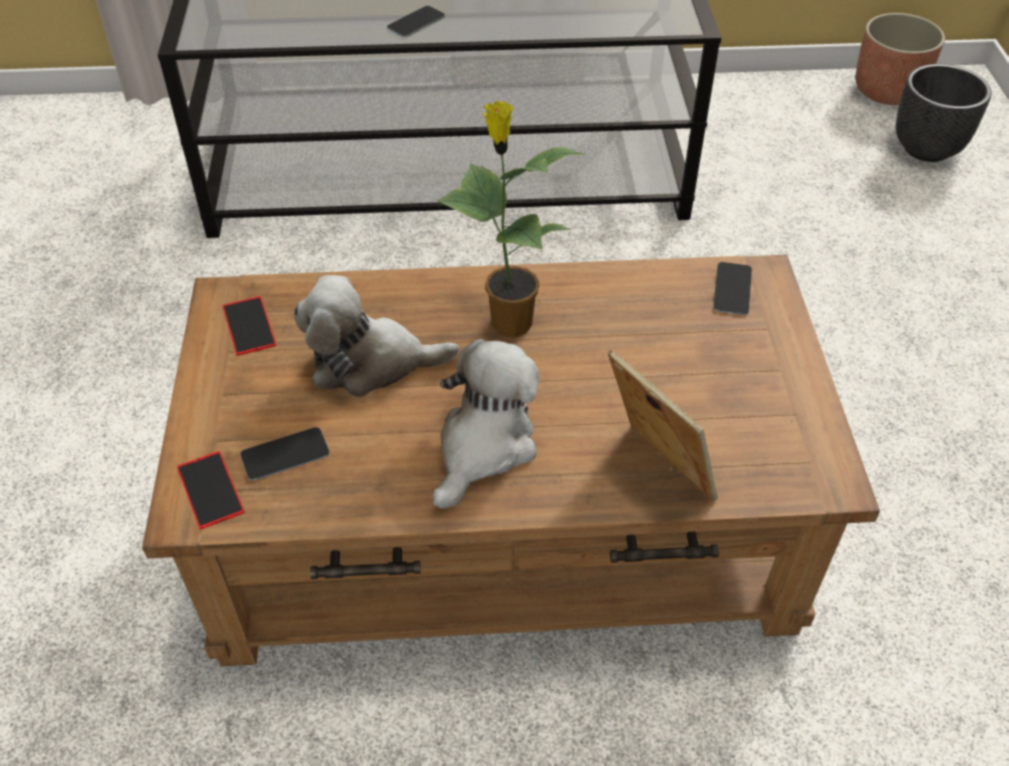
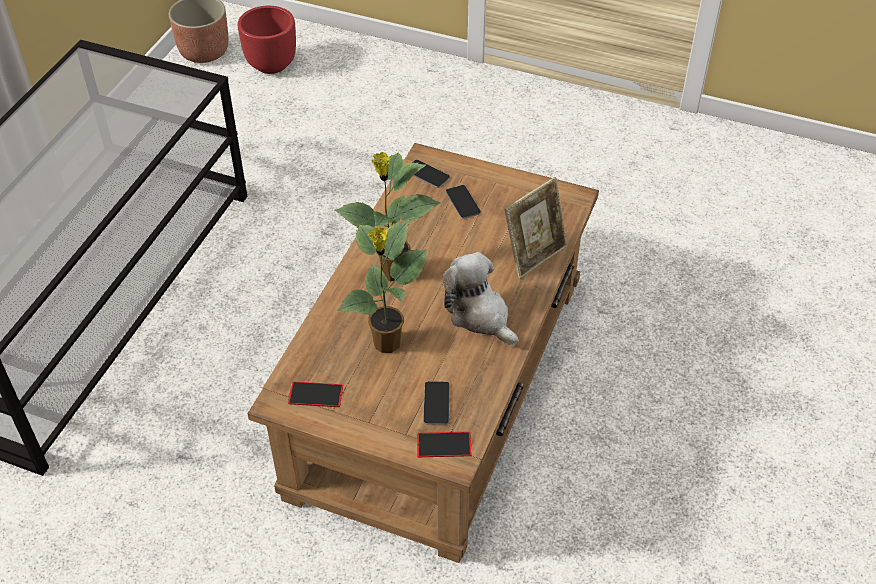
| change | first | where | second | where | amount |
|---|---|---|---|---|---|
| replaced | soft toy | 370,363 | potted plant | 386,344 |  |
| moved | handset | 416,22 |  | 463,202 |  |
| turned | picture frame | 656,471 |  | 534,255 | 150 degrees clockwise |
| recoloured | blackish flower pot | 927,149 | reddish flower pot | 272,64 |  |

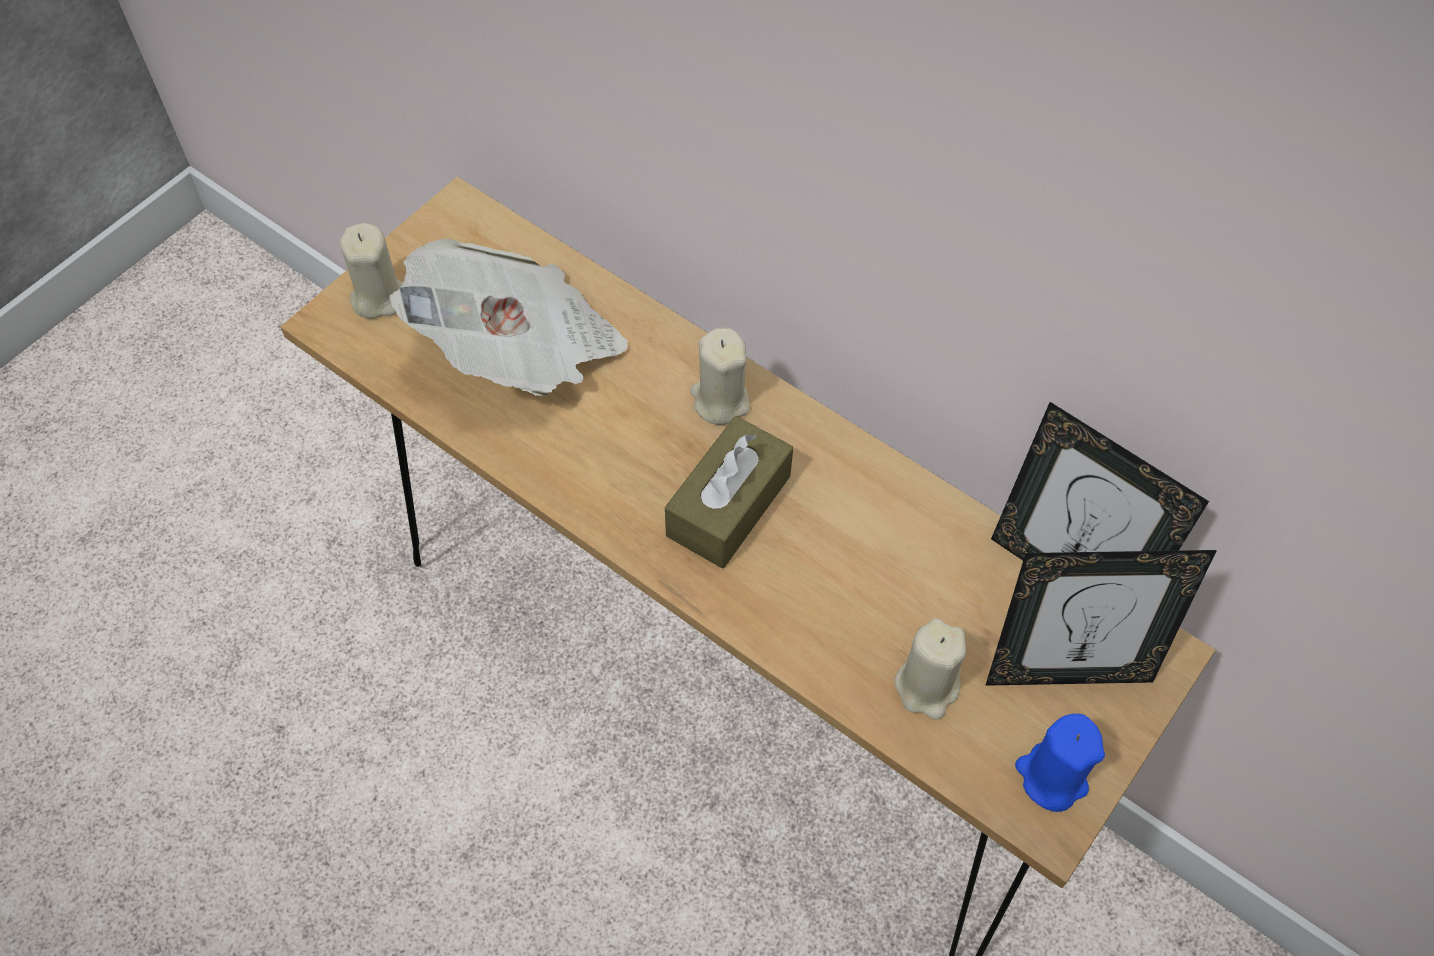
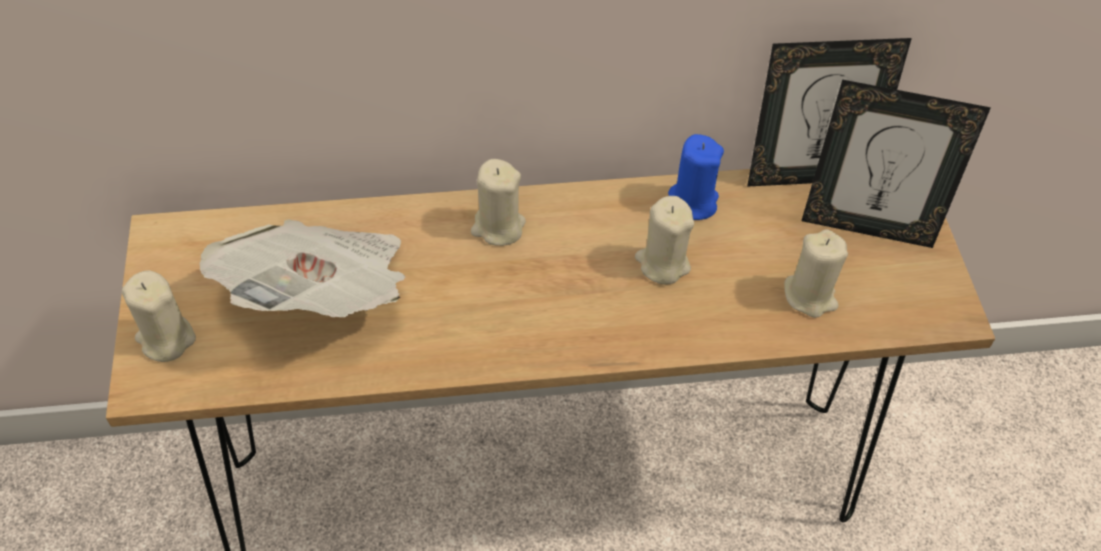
| change | first | where | second | where | amount |
|---|---|---|---|---|---|
| removed | brown tissue box | 728,505 |  |  |  |
| turned | picture frame | 1067,670 |  | 867,226 | 60 degrees clockwise |
| moved | bluish candle | 1051,777 |  | 692,202 |  |
| added |  |  | beige-coloured candle | 662,263 |  |

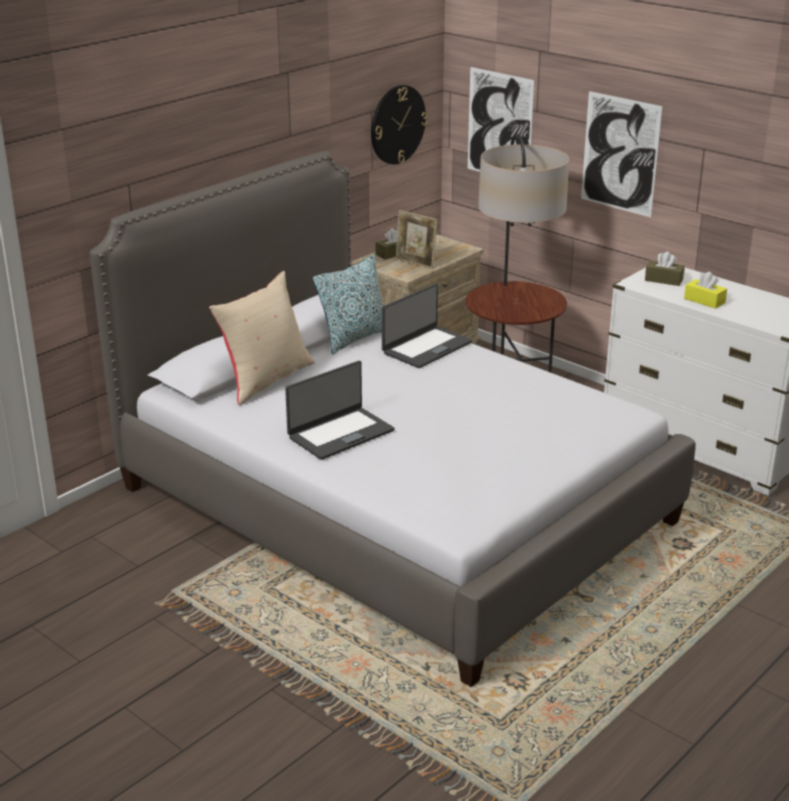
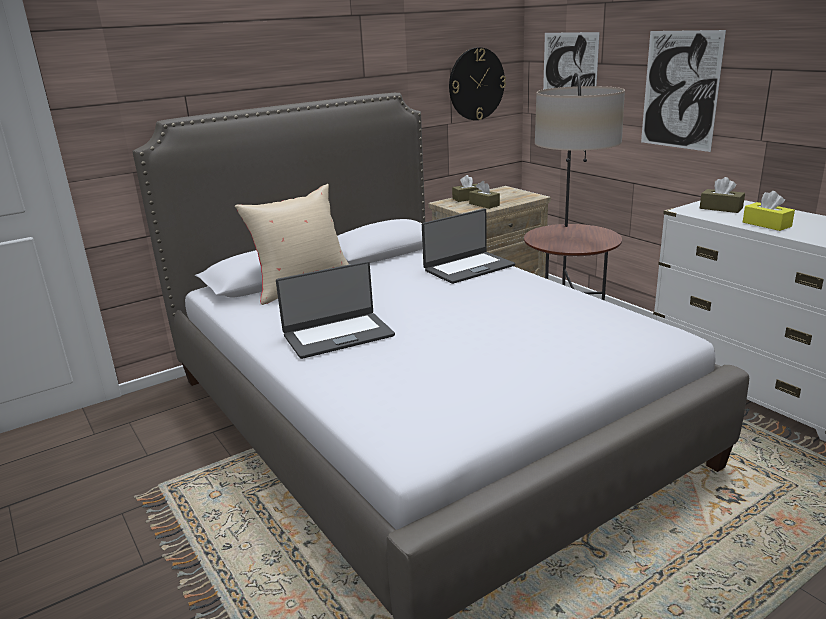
| change | first | where | second | where | amount |
|---|---|---|---|---|---|
| removed | cushion | 355,338 |  |  |  |
| replaced | picture frame | 415,263 | brown tissue box | 484,204 |  |

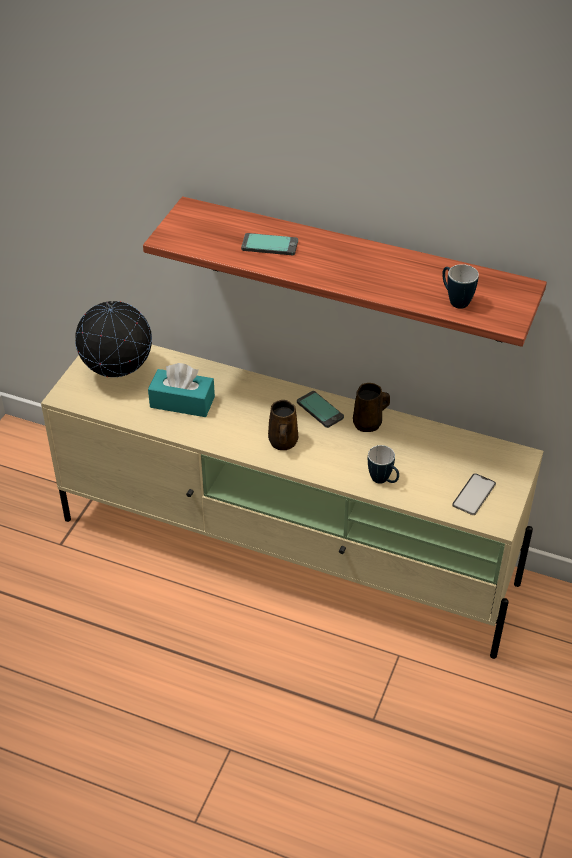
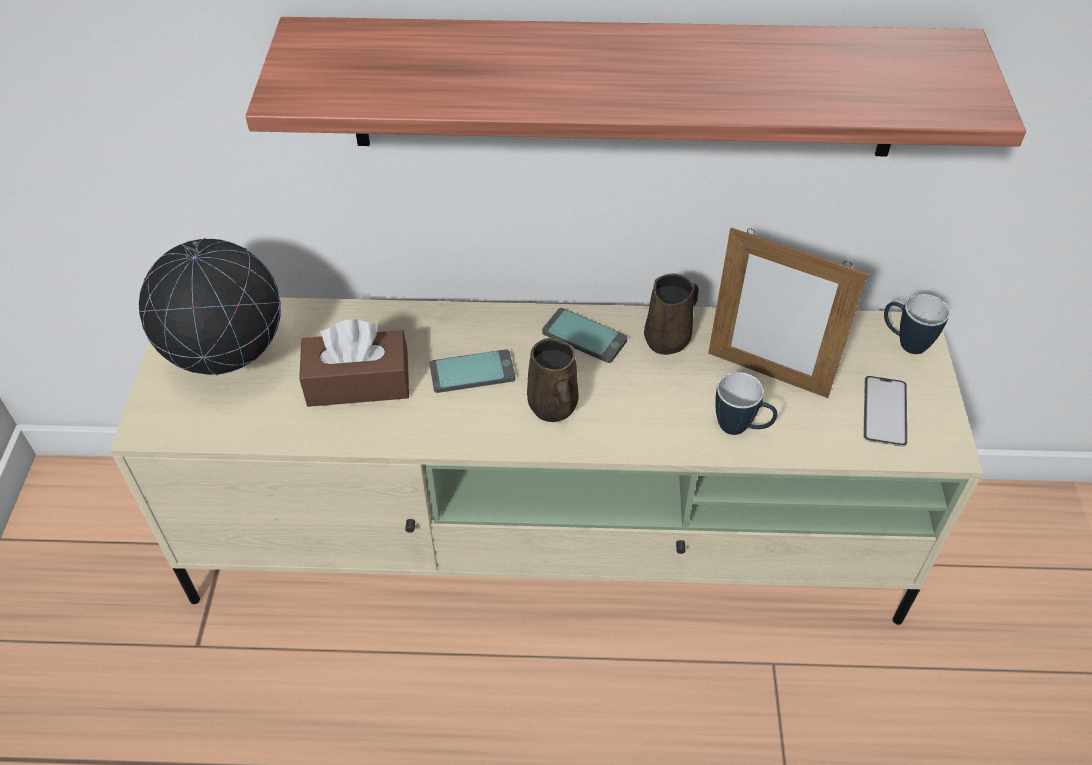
| change | first | where | second | where | amount |
|---|---|---|---|---|---|
| recoloured | turquoise-coloured tissue box | 182,402 | brown tissue box | 358,382 |  |
| moved | handset | 269,245 |  | 472,372 |  |
| moved | coffee mug | 455,300 |  | 904,342 |  |
| added |  |  | picture frame | 767,374 |  |

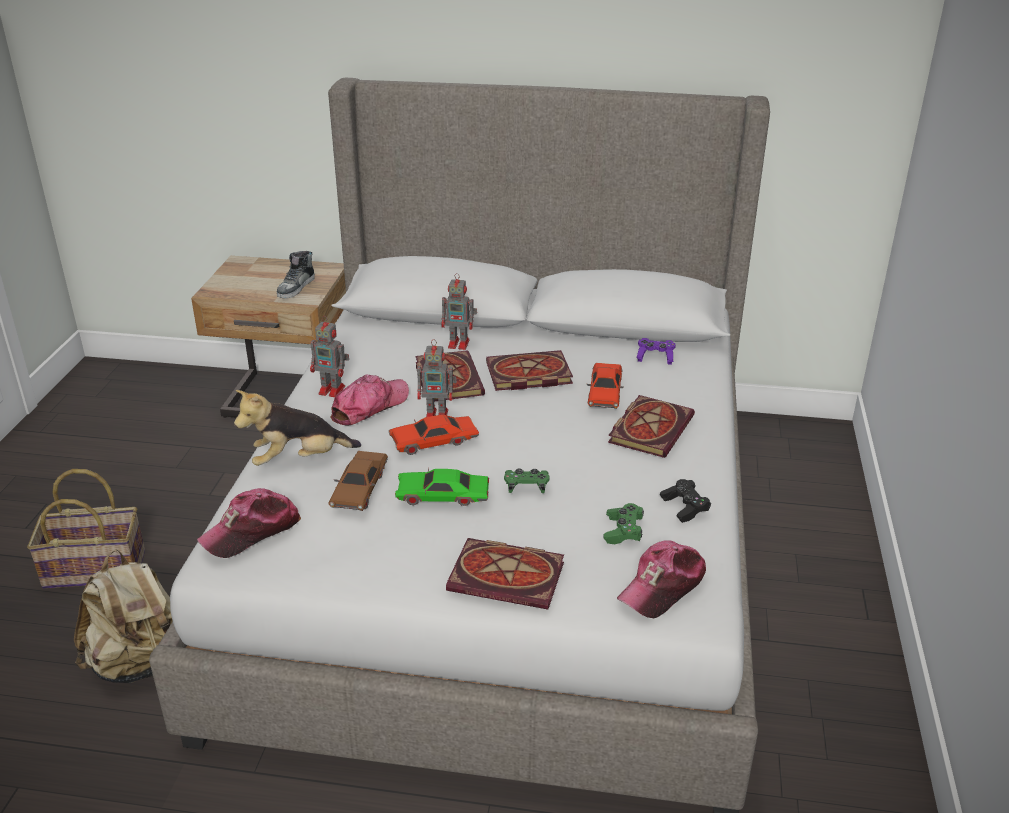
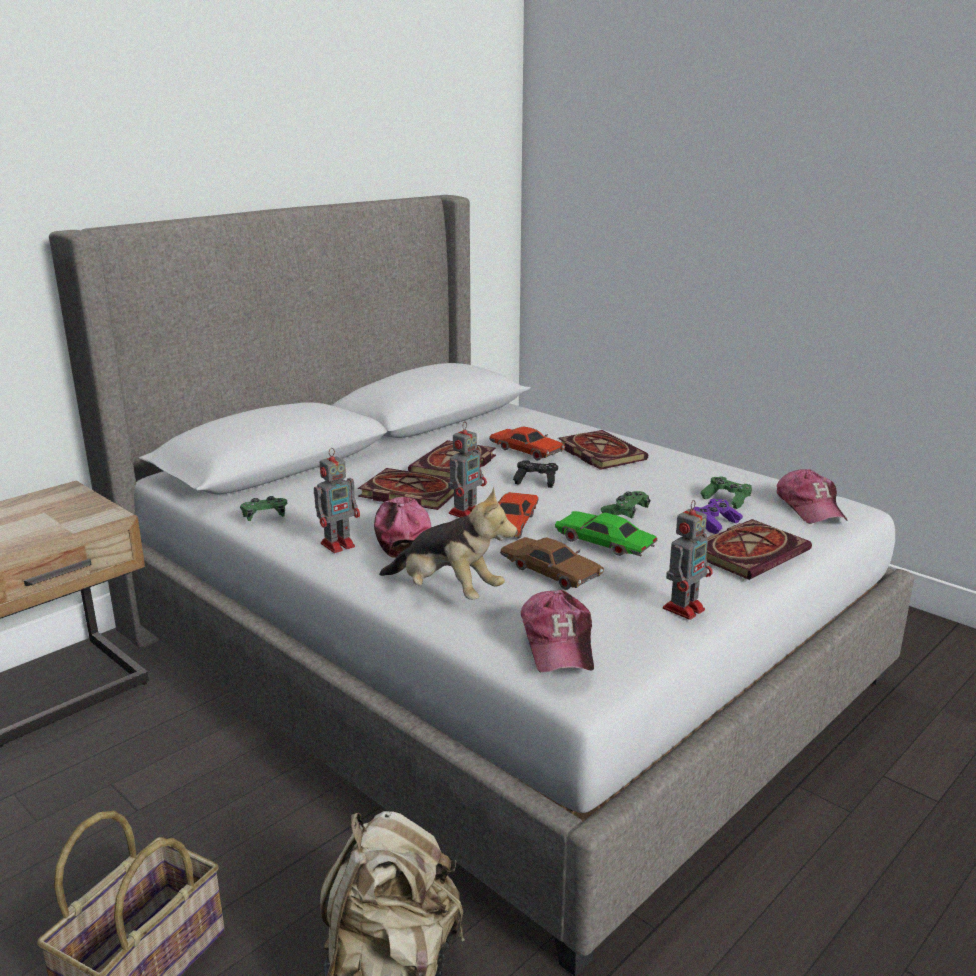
| change | first | where | second | where | amount |
|---|---|---|---|---|---|
| turned | soft toy | 298,459 |  | 447,592 | 75 degrees counterclockwise |
| removed | shoe | 296,287 |  |  |  |
| turned | greenish miniature car | 443,496 |  | 605,543 | 90 degrees clockwise |
| moved | robot figure | 460,344 |  | 684,608 |  |
| moved | purple game controller | 655,357 |  | 715,524 |  |
| moved | blackish game controller | 684,507 |  | 536,481 |  |
| added |  |  | greenish game controller | 264,517 |  |

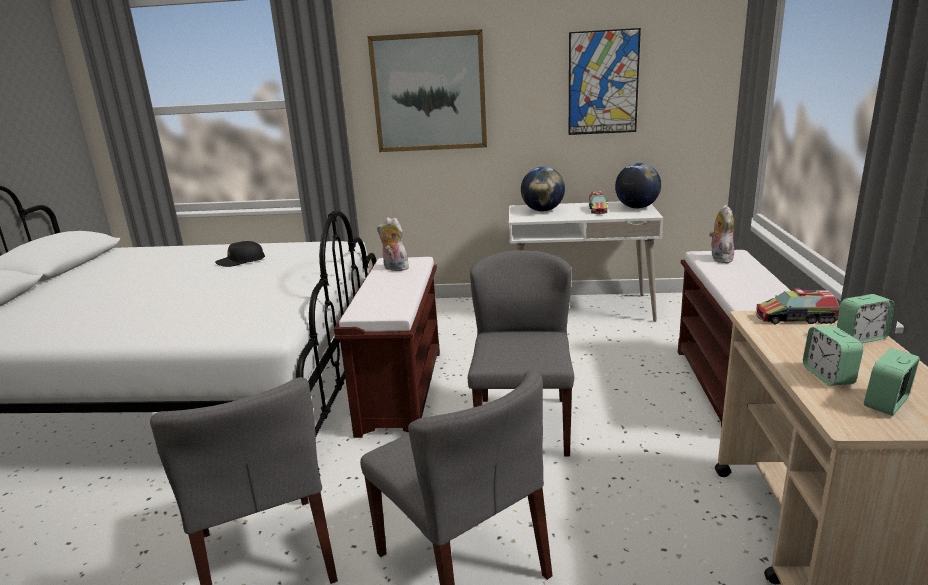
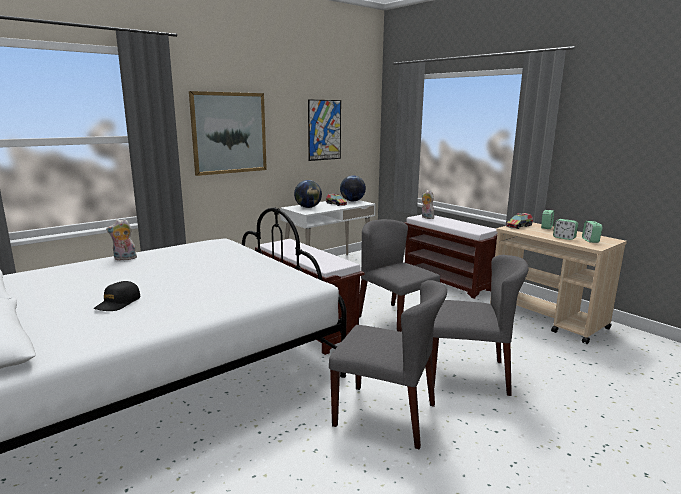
| change | first | where | second | where | amount |
|---|---|---|---|---|---|
| moved | blackish peaked cap | 241,261 |  | 118,303 |  |
| moved | soft toy | 394,268 |  | 124,259 |  |

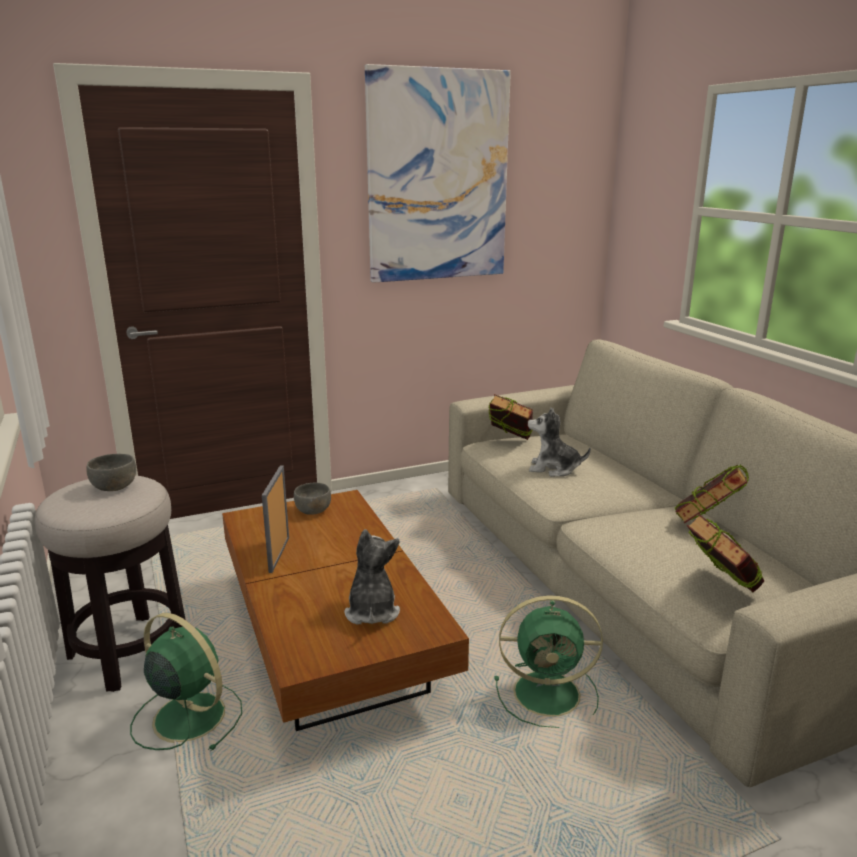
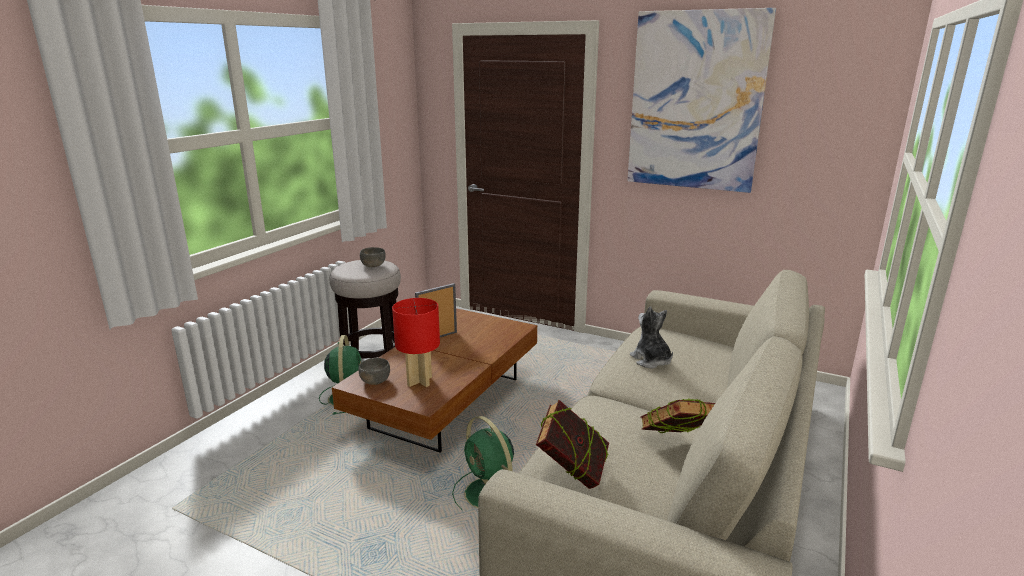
| change | first | where | second | where | amount |
|---|---|---|---|---|---|
| moved | gray bowl | 313,510 |  | 375,381 |  |
| replaced | soft toy | 371,611 | reddish lamp for a table | 419,381 |  |
| removed | book | 510,443 |  |  |  |

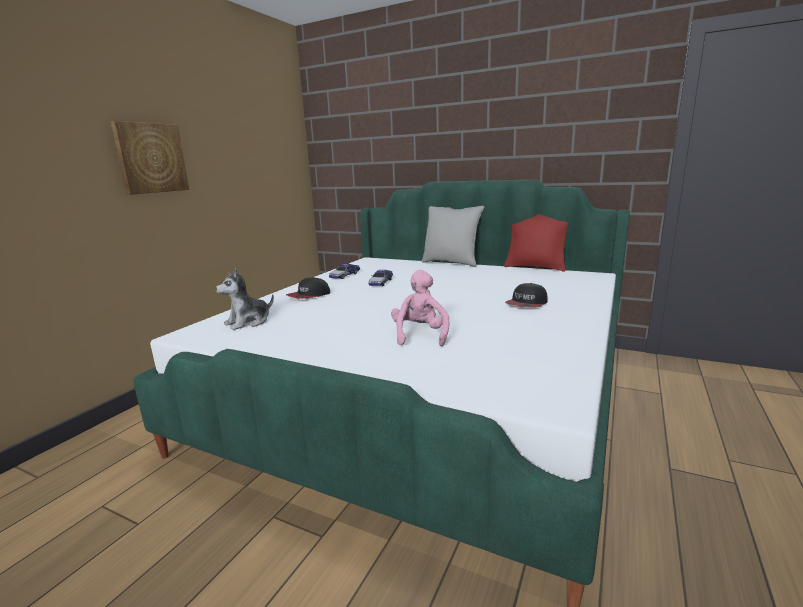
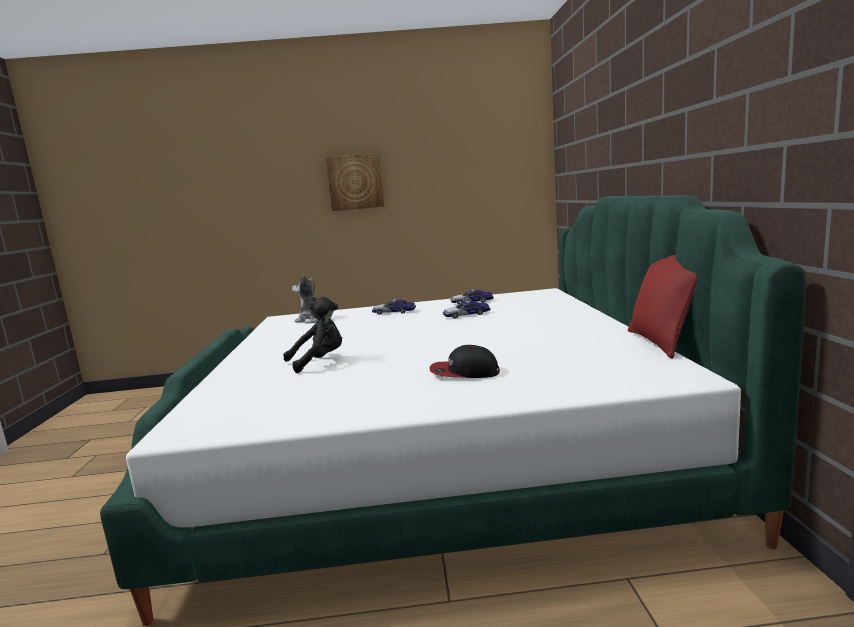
| change | first | where | second | where | amount |
|---|---|---|---|---|---|
| replaced | peaked cap | 309,296 | miniature car | 394,312 |  |
| recoloured | pink soft toy | 420,335 | blackish soft toy | 319,361 |  |
| removed | gray cushion | 451,263 |  |  |  |

